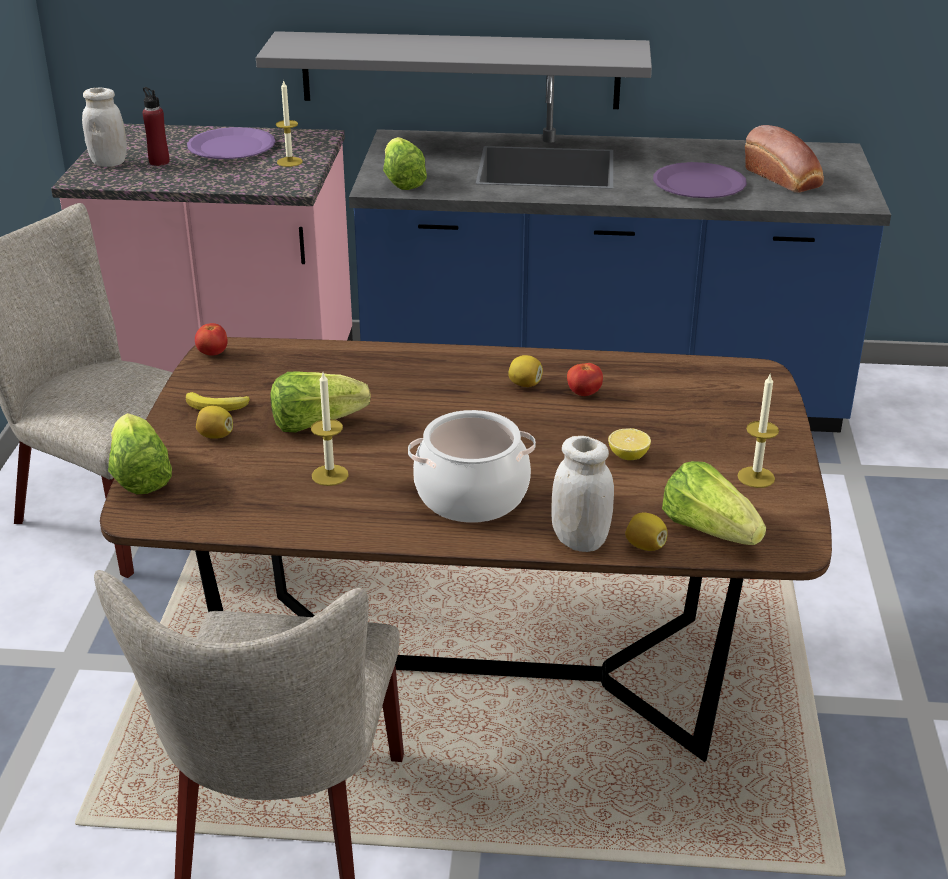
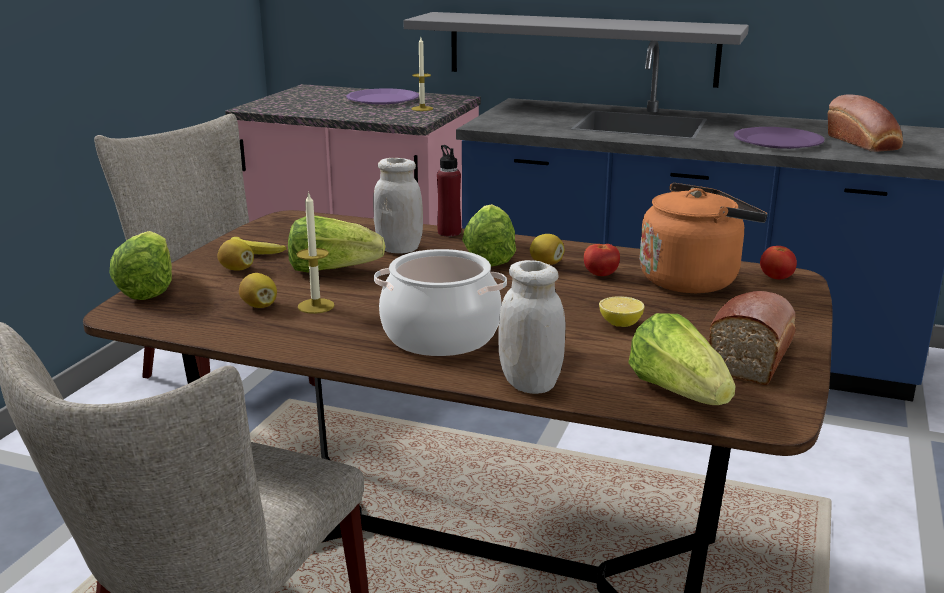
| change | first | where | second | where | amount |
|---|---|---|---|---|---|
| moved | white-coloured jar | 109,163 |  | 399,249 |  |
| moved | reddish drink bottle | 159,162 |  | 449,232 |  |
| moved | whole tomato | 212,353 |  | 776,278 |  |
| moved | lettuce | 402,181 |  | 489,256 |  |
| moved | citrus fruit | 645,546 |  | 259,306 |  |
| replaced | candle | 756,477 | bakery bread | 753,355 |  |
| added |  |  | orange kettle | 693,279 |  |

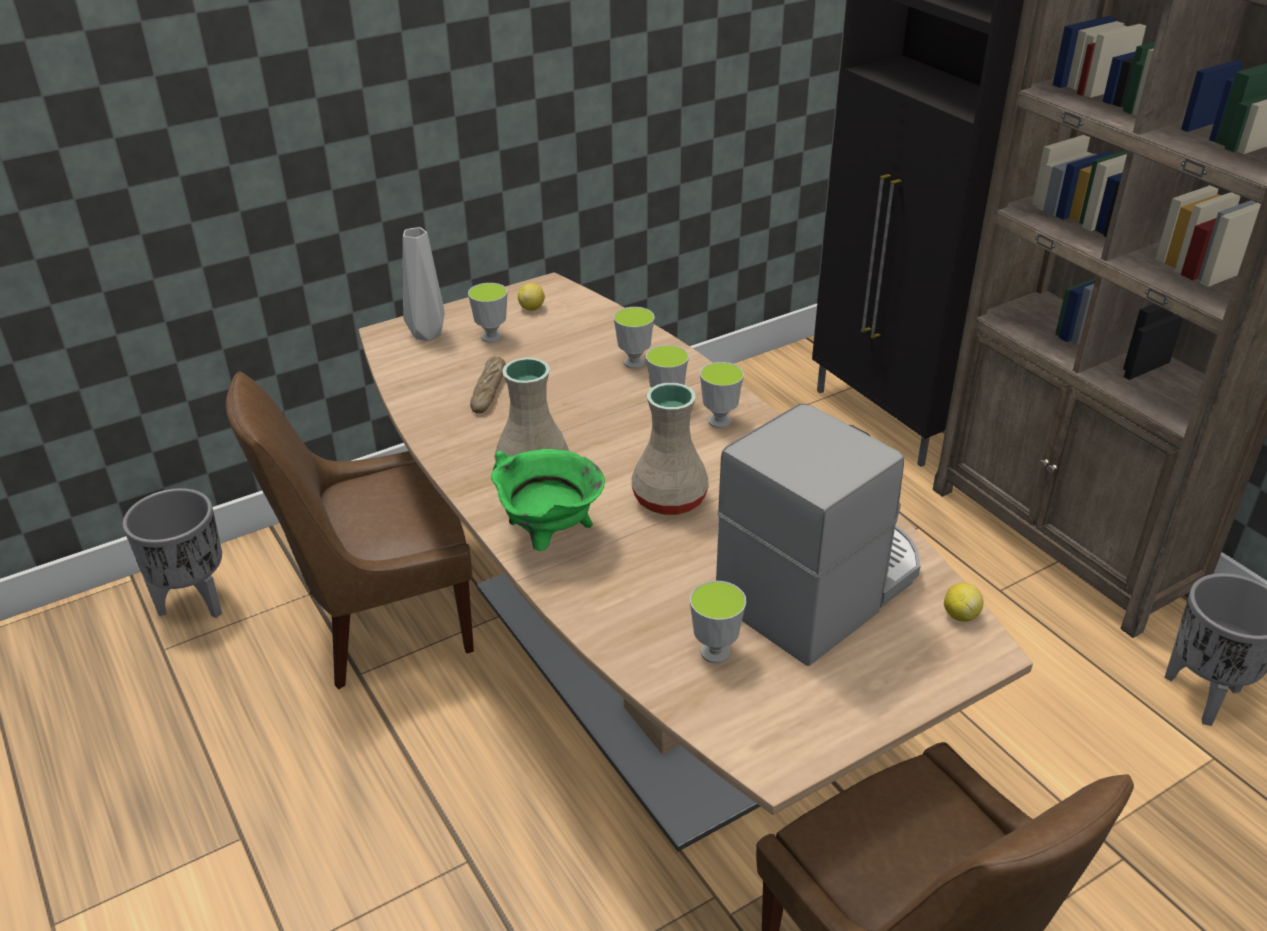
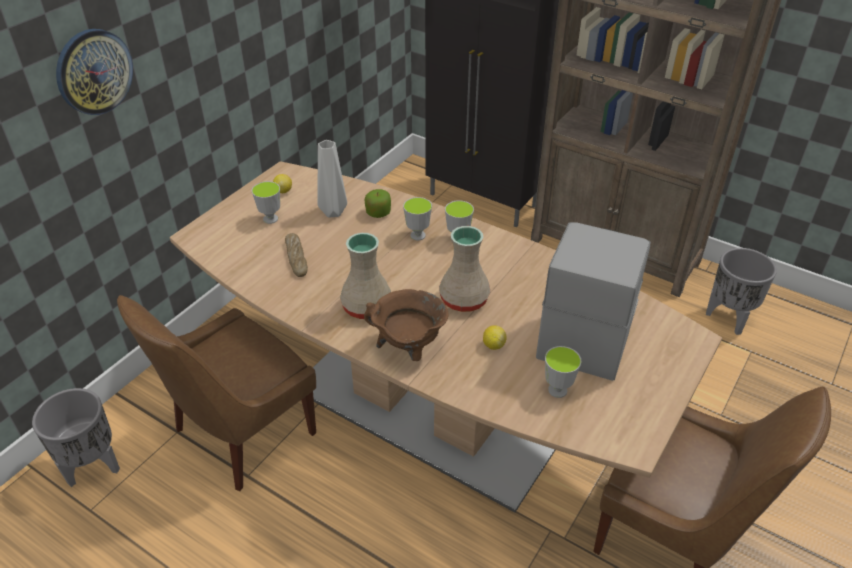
| change | first | where | second | where | amount |
|---|---|---|---|---|---|
| moved | gray vase | 427,334 |  | 332,212 |  |
| recoloured | greenish stockpot | 549,537 | brown stockpot | 409,349 |  |
| replaced | small cup | 634,362 | apple fruit | 378,213 |  |
| moved | citrus fruit | 960,615 |  | 493,345 |  |
| added |  |  | hanging clock | 94,71 |  |

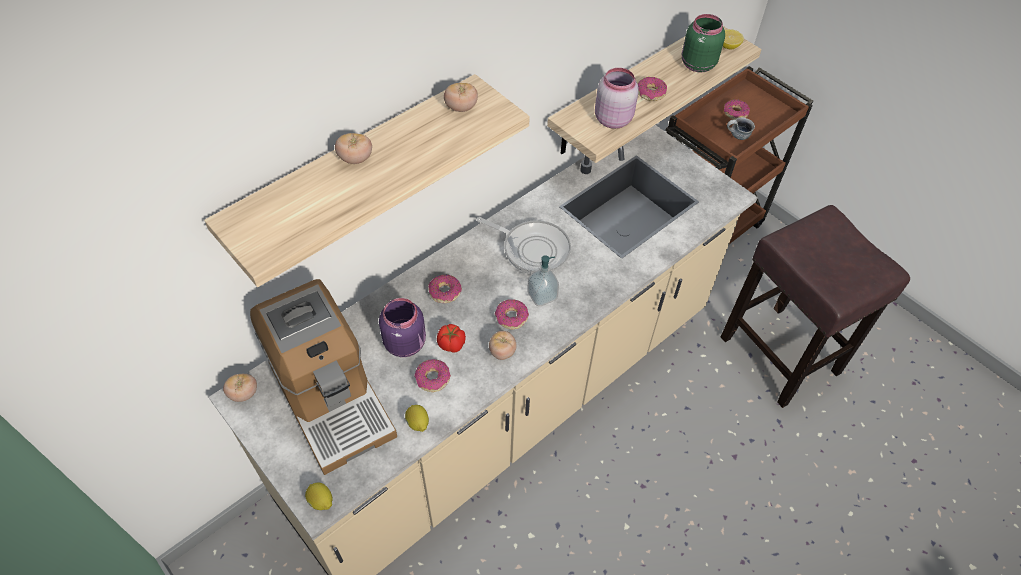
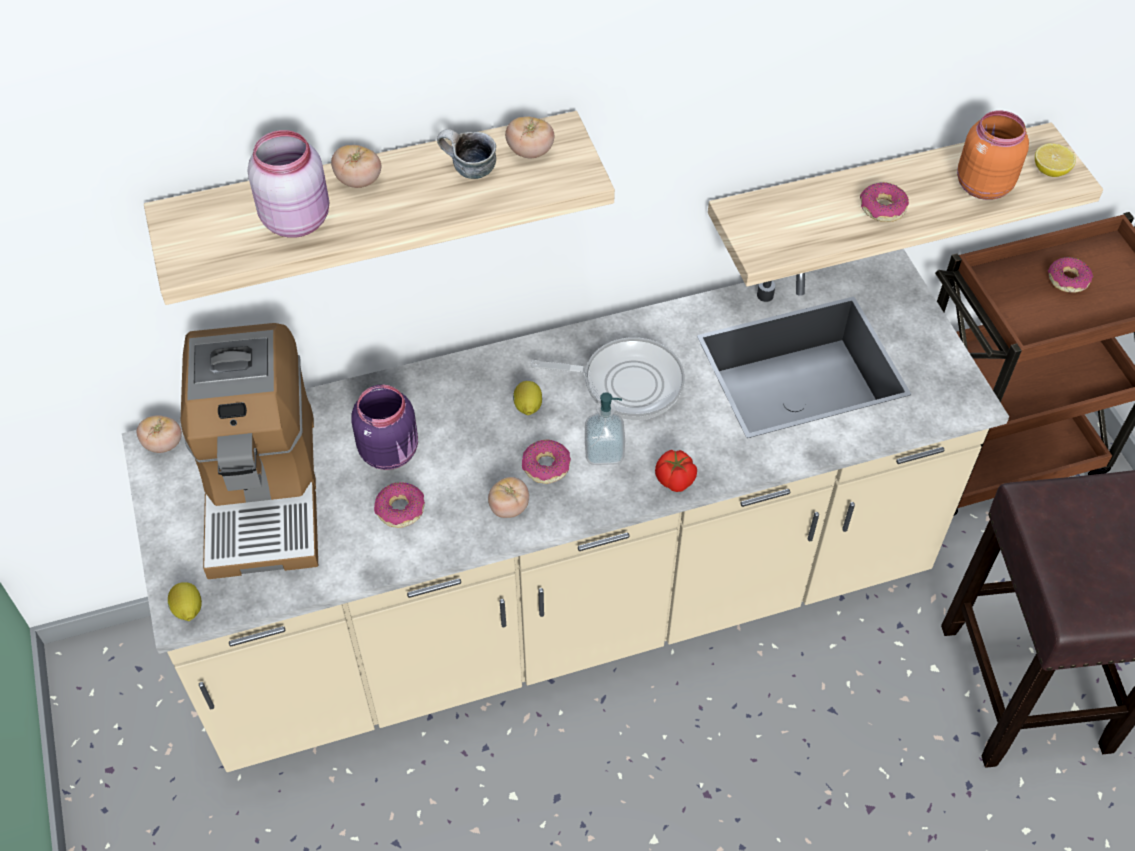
| change | first | where | second | where | amount |
|---|---|---|---|---|---|
| moved | citrus fruit | 417,423 |  | 527,407 |  |
| removed | doughnut | 445,292 |  |  |  |
| moved | whole tomato | 451,345 |  | 675,480 |  |
| turned | frying pan | 532,249 |  | 626,383 | 45 degrees counterclockwise |
| moved | pink jar | 612,118 |  | 297,218 |  |
| recoloured | greenish jar | 696,64 | orange jar | 981,185 |  |
| moved | coffee mug | 737,137 |  | 468,170 |  |

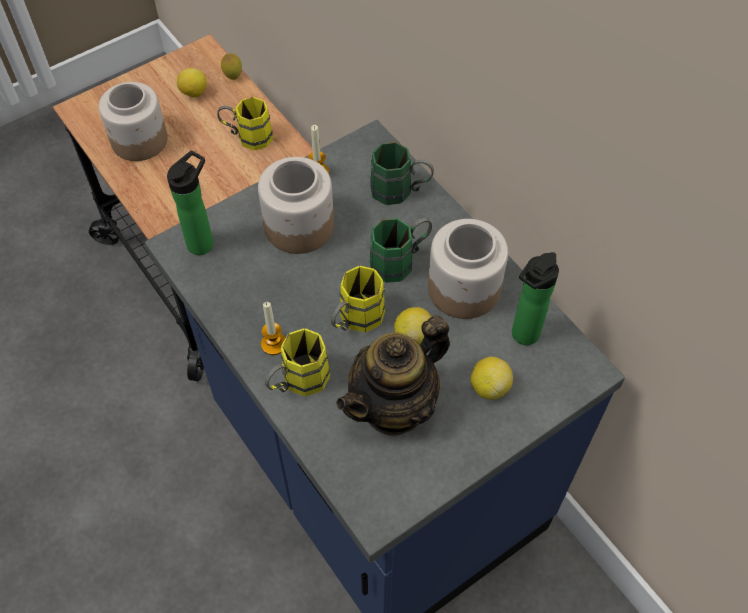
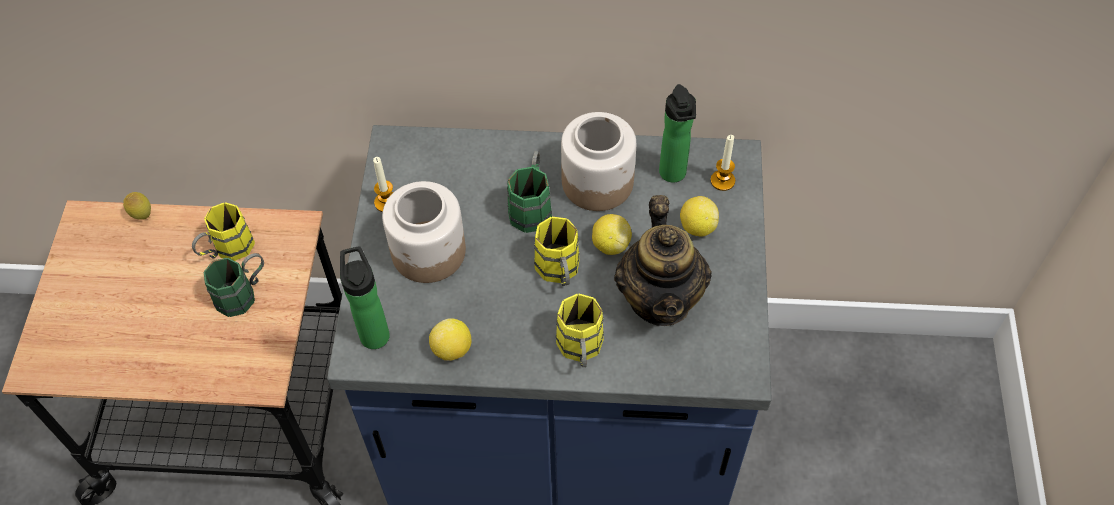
| change | first | where | second | where | amount |
|---|---|---|---|---|---|
| removed | jar | 139,141 |  |  |  |
| moved | citrus fruit | 193,93 |  | 452,349 |  |
| moved | candle | 273,344 |  | 722,181 |  |
| moved | greenish coffee mug | 400,191 |  | 243,293 |  |

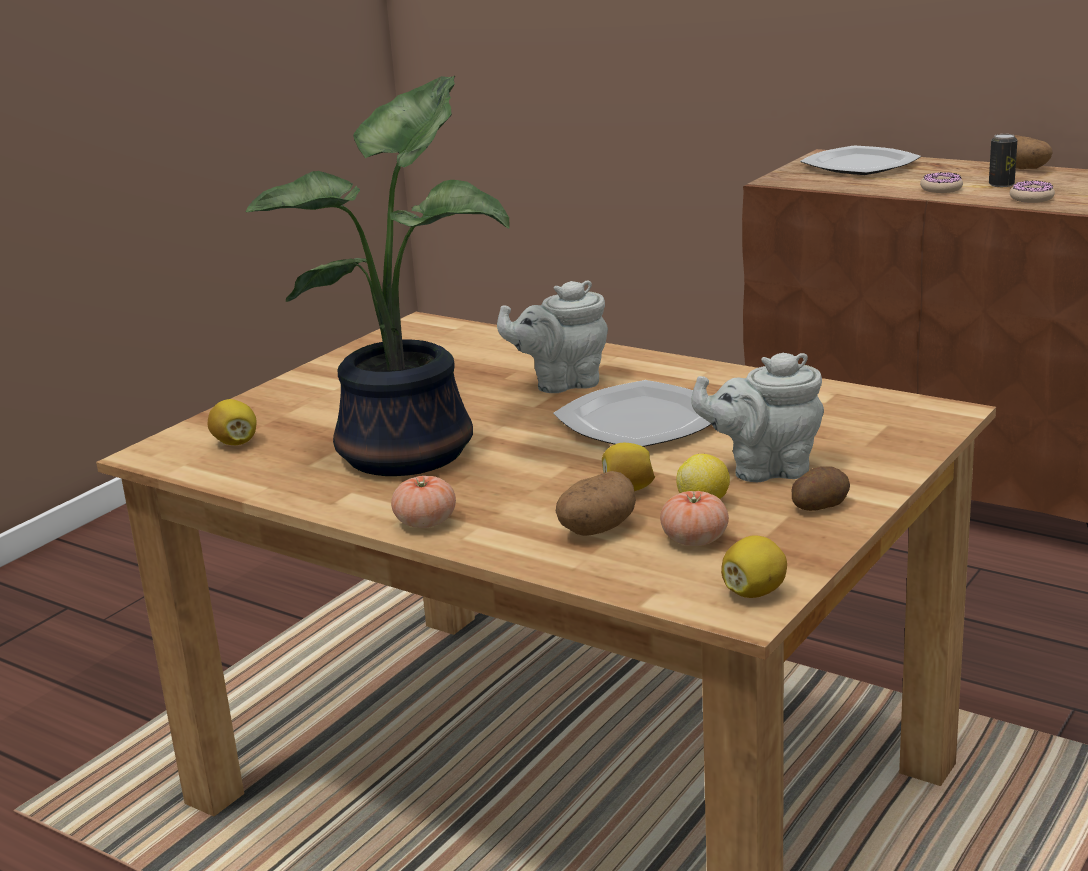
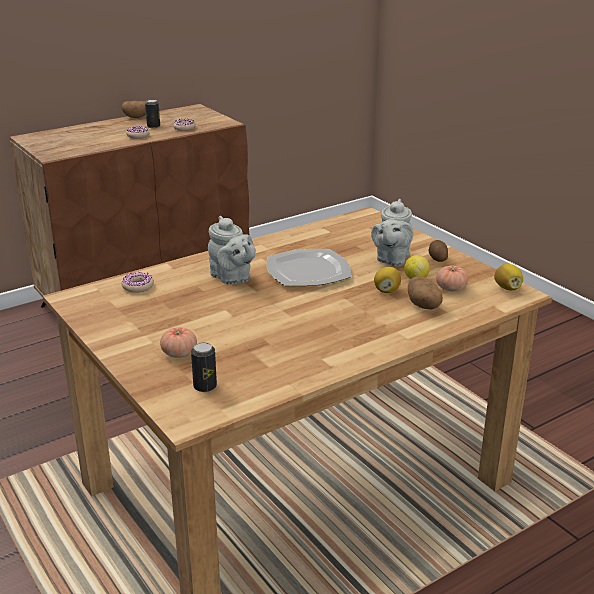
| change | first | where | second | where | amount |
|---|---|---|---|---|---|
| replaced | citrus fruit | 235,443 | metal can | 205,386 |  |
| removed | potted plant | 415,451 |  |  |  |
| moved | whole tomato | 425,522 |  | 179,353 |  |
| turned | gray tea pot | 562,383 |  | 232,278 | 45 degrees counterclockwise |
| removed | flat dish | 858,165 |  |  |  |
| added |  |  | doughnut | 138,286 |  |

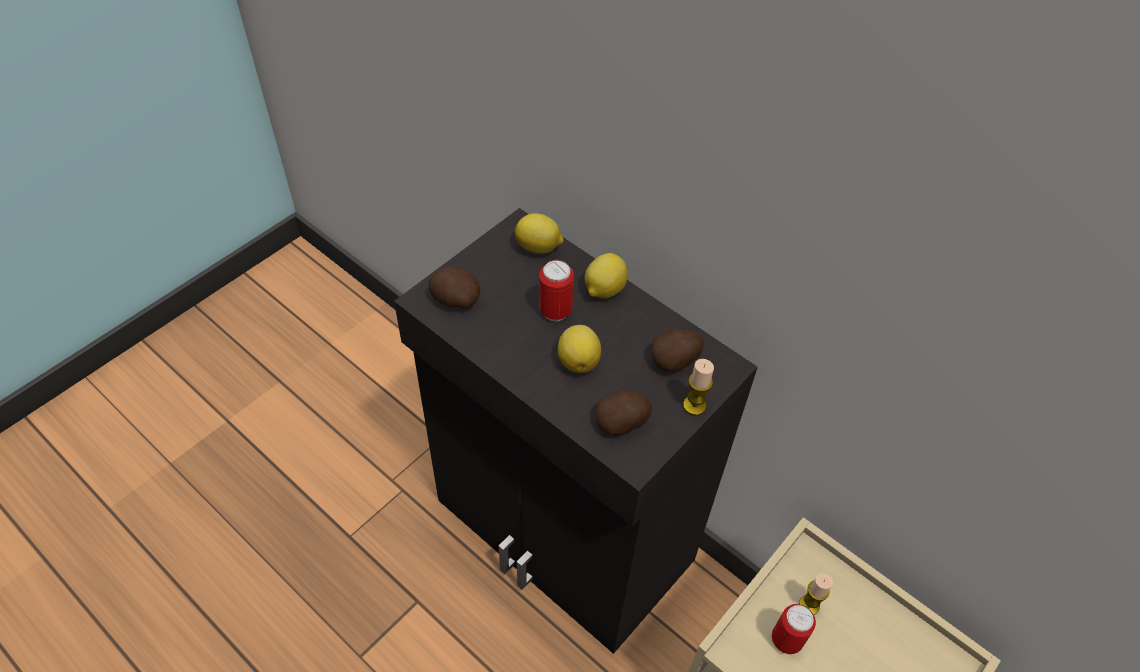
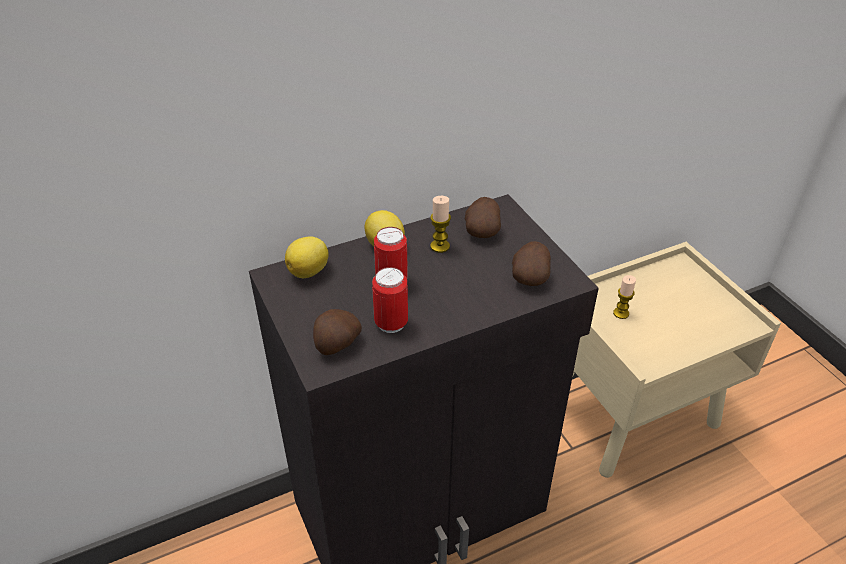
| change | first | where | second | where | amount |
|---|---|---|---|---|---|
| removed | citrus fruit | 578,360 |  |  |  |
| moved | candle | 694,405 |  | 440,246 |  |
| moved | metal can | 786,640 |  | 391,323 |  |

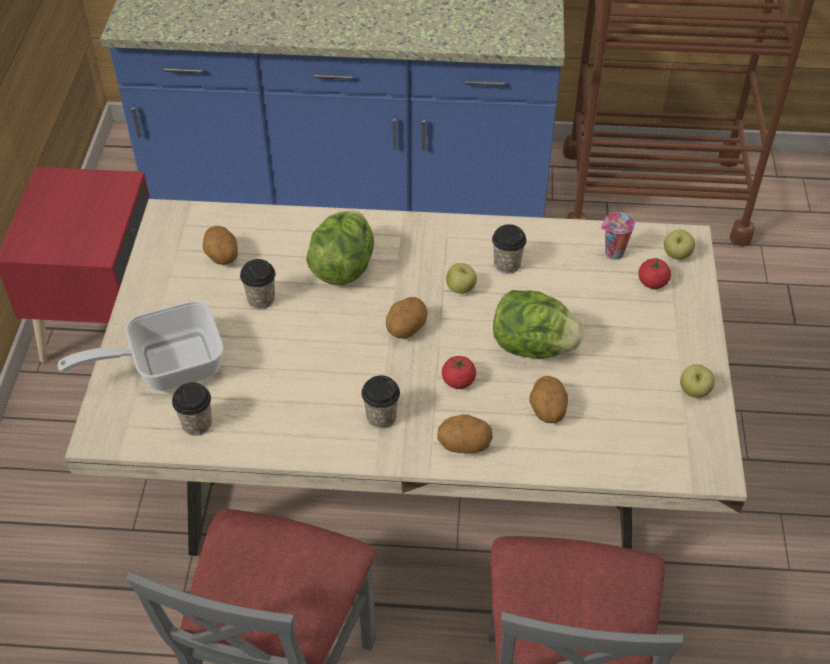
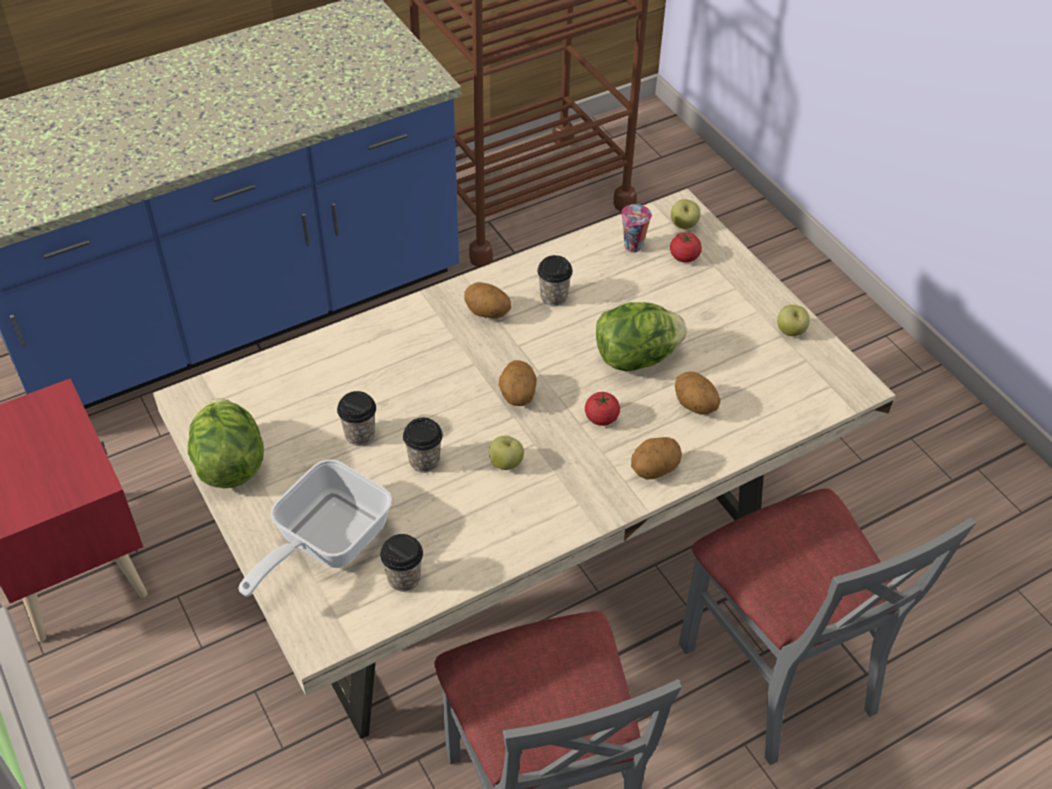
| change | first | where | second | where | amount |
|---|---|---|---|---|---|
| moved | whole potato | 222,258 |  | 487,313 |  |
| moved | lettuce | 343,267 |  | 229,464 |  |
| moved | small cup | 381,417 |  | 424,461 |  |
| moved | apple fruit | 460,289 |  | 506,463 |  |

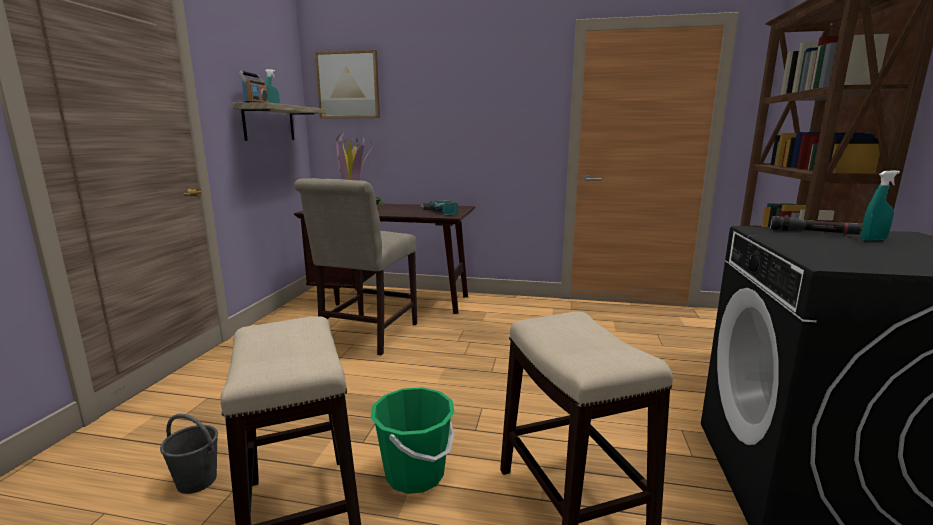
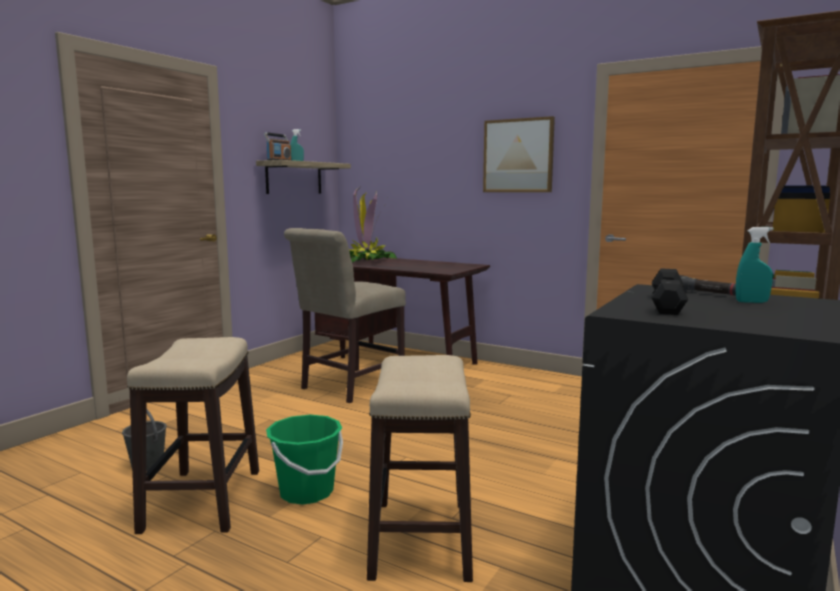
| change | first | where | second | where | amount |
|---|---|---|---|---|---|
| moved | picture | 348,85 |  | 518,156 |  |
| removed | drill | 440,213 |  |  |  |
| added |  |  | blackish free weight | 667,304 |  |

